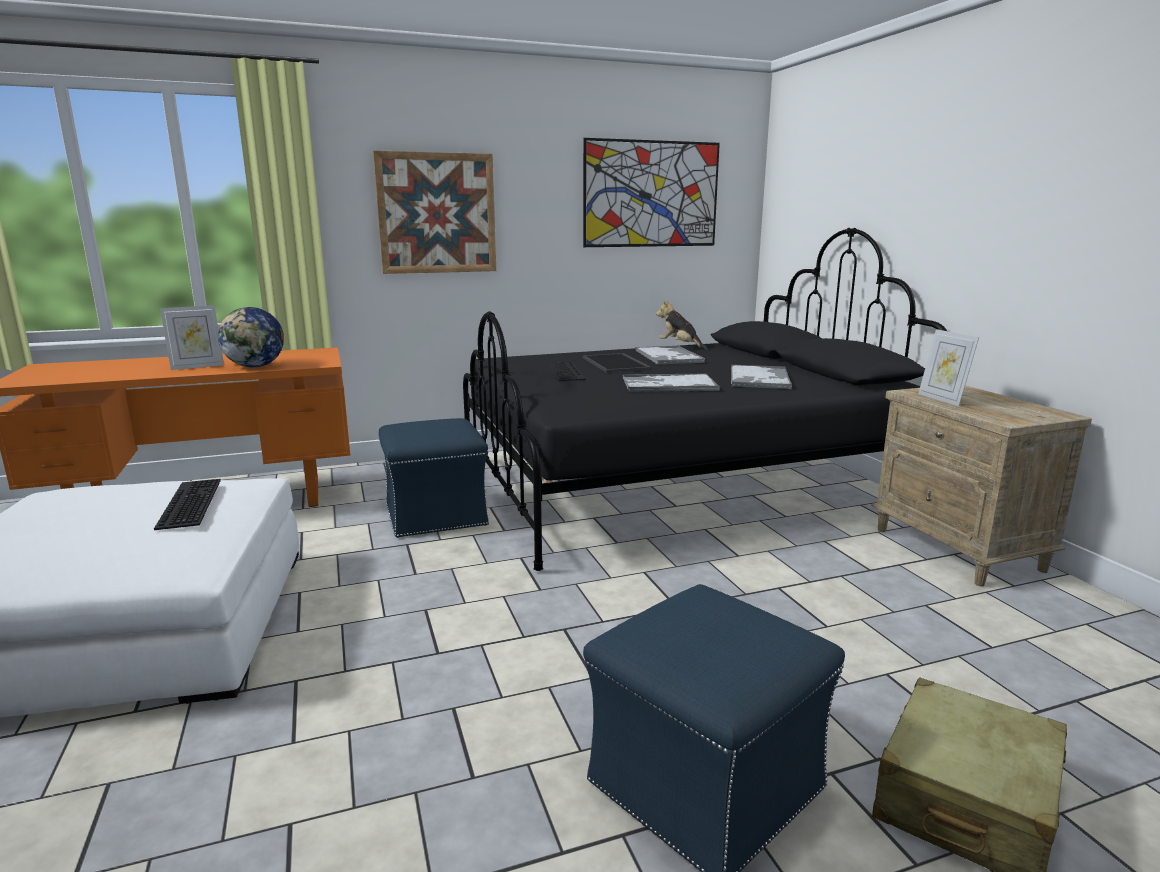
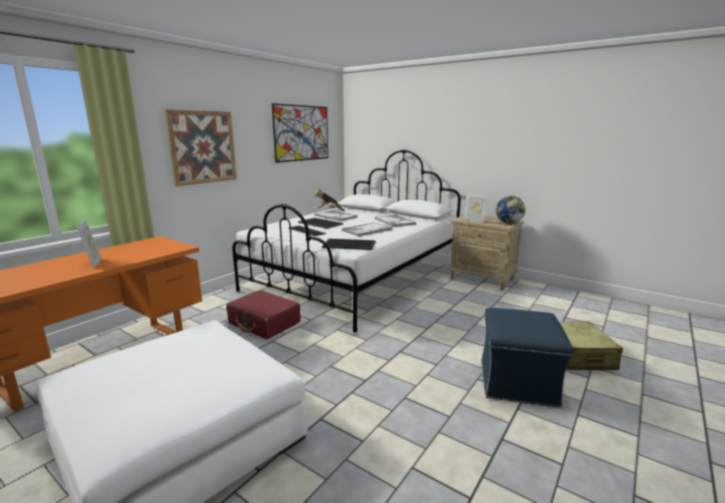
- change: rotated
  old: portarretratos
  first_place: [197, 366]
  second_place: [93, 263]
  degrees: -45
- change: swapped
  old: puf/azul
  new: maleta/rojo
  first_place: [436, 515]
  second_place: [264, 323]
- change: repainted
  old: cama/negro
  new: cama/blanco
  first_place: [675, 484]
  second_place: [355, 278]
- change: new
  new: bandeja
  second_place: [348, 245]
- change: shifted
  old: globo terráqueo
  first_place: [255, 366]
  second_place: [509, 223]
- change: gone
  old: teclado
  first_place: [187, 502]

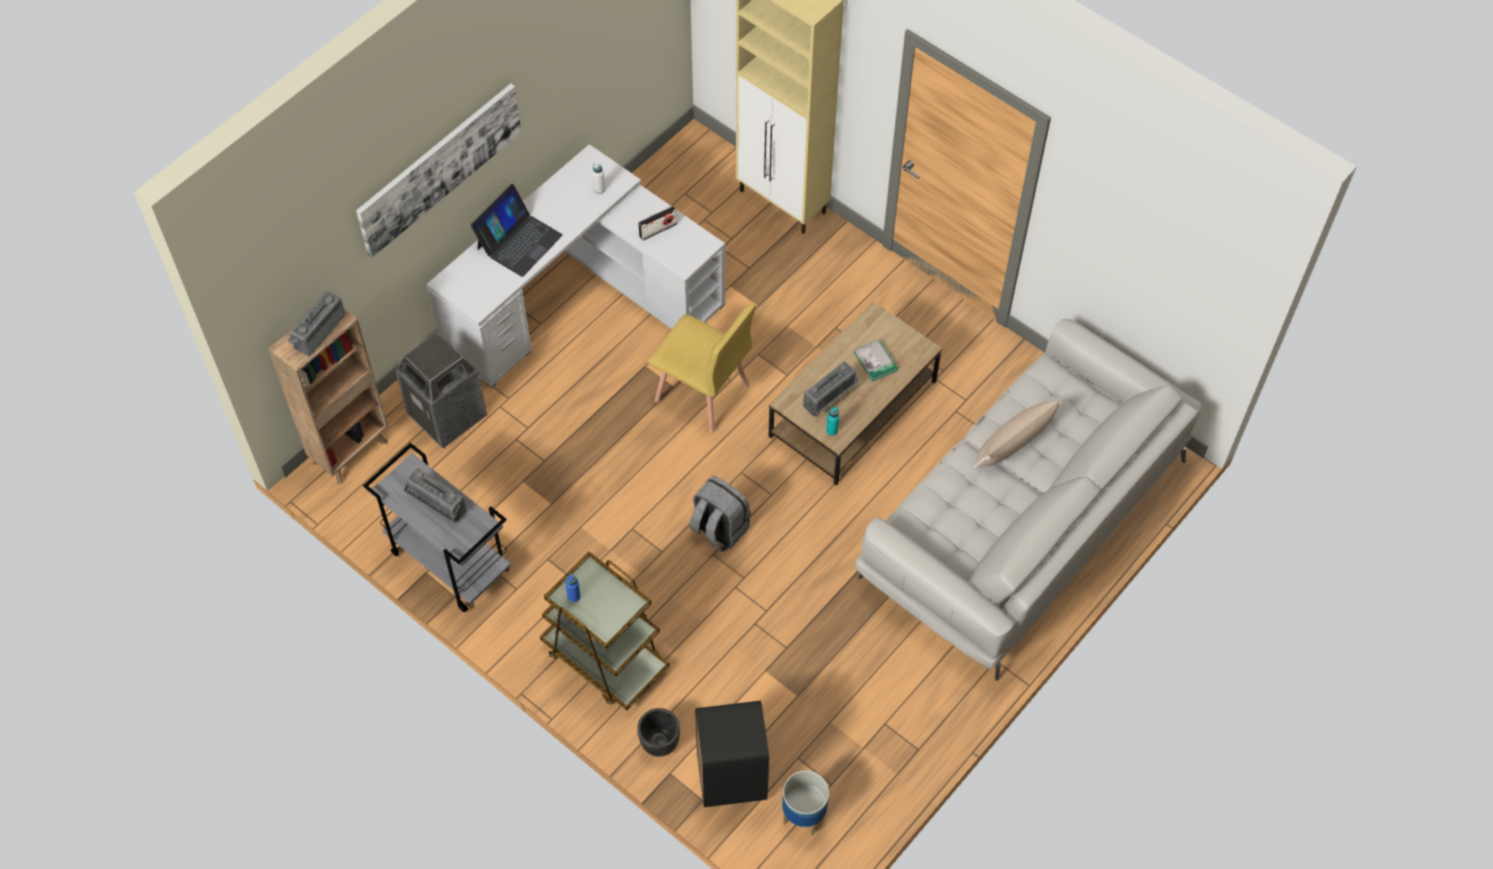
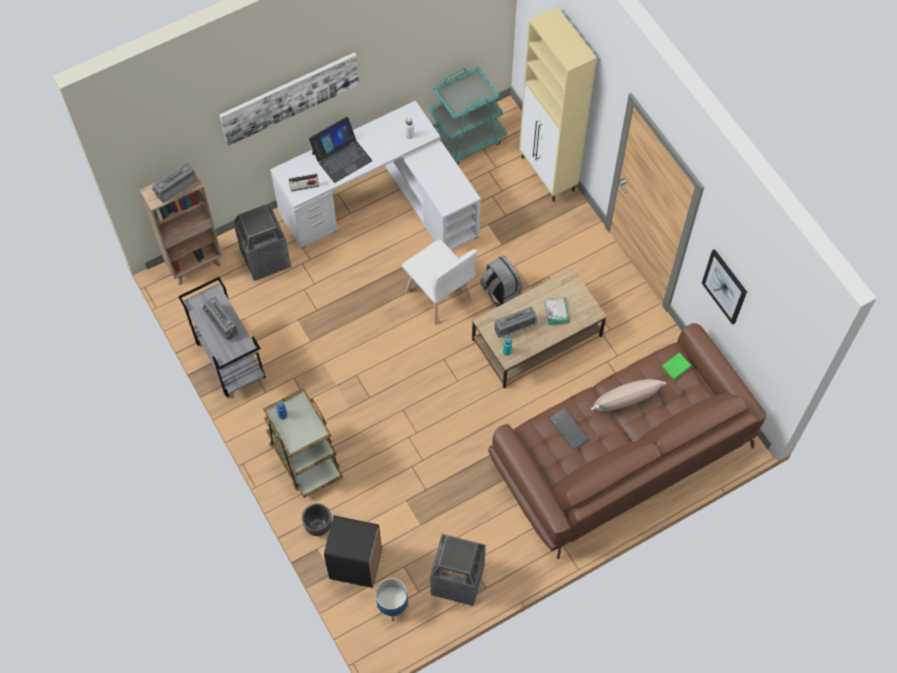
- change: shifted
  old: radio
  first_place: [658, 230]
  second_place: [304, 186]
- change: repainted
  old: silla/amarillo
  new: silla/blanco
  first_place: [702, 393]
  second_place: [439, 295]
- change: new
  new: carrito/turquesa
  second_place: [465, 140]
- change: new
  new: papelera
  second_place: [457, 580]
- change: shifted
  old: mochila/gris
  first_place: [719, 529]
  second_place: [500, 291]
- change: repainted
  old: sofá/blanco
  new: sofá/marrón
  first_place: [1021, 520]
  second_place: [621, 453]
- change: new
  new: teclado
  second_place: [569, 429]
- change: new
  new: libro/verde
  second_place: [675, 366]
- change: new
  new: cuadro
  second_place: [725, 286]

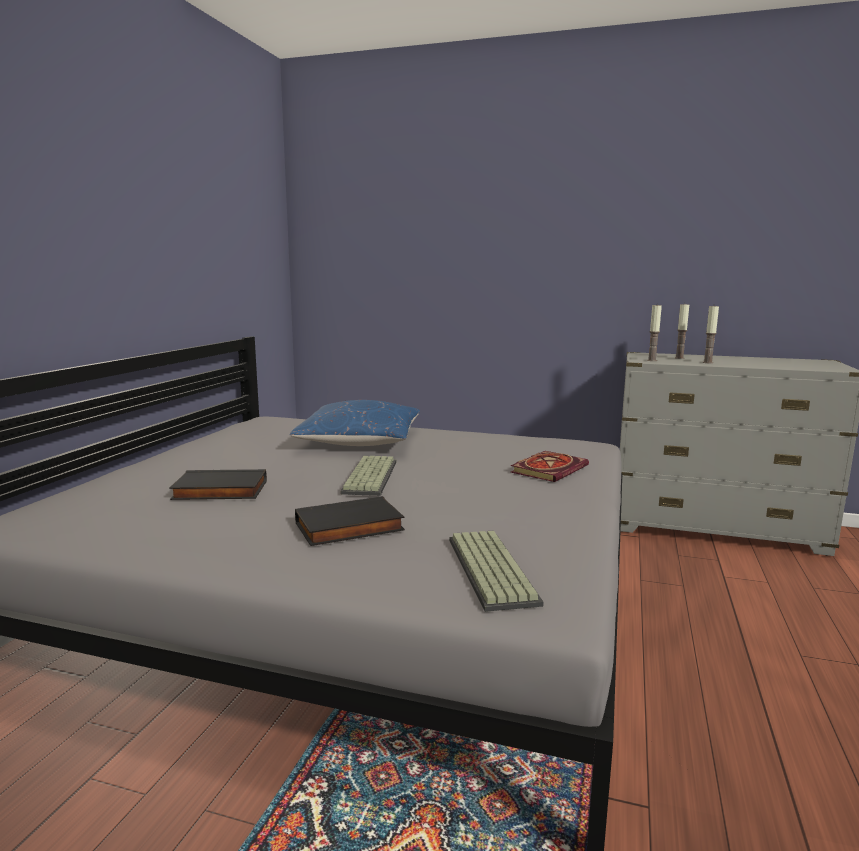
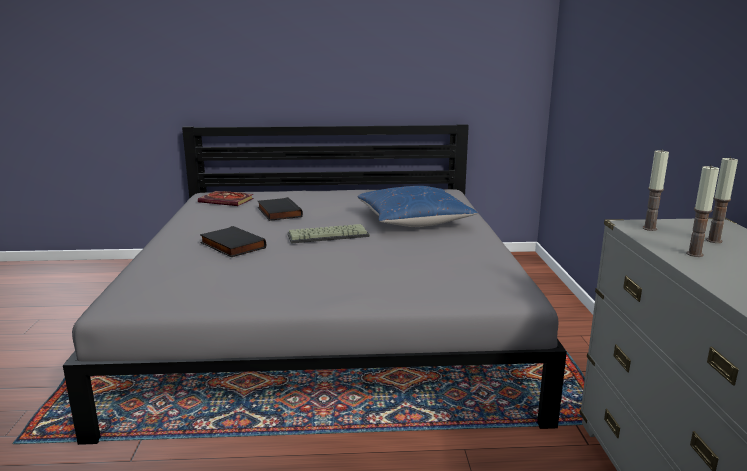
- change: shifted
  old: libro
  first_place: [549, 469]
  second_place: [228, 201]
- change: gone
  old: teclado
  first_place: [488, 569]

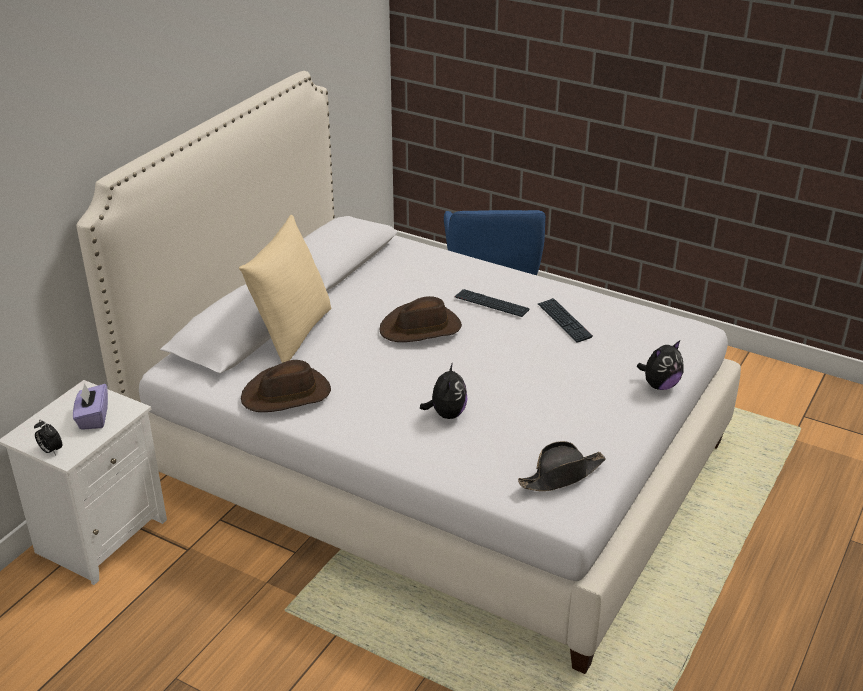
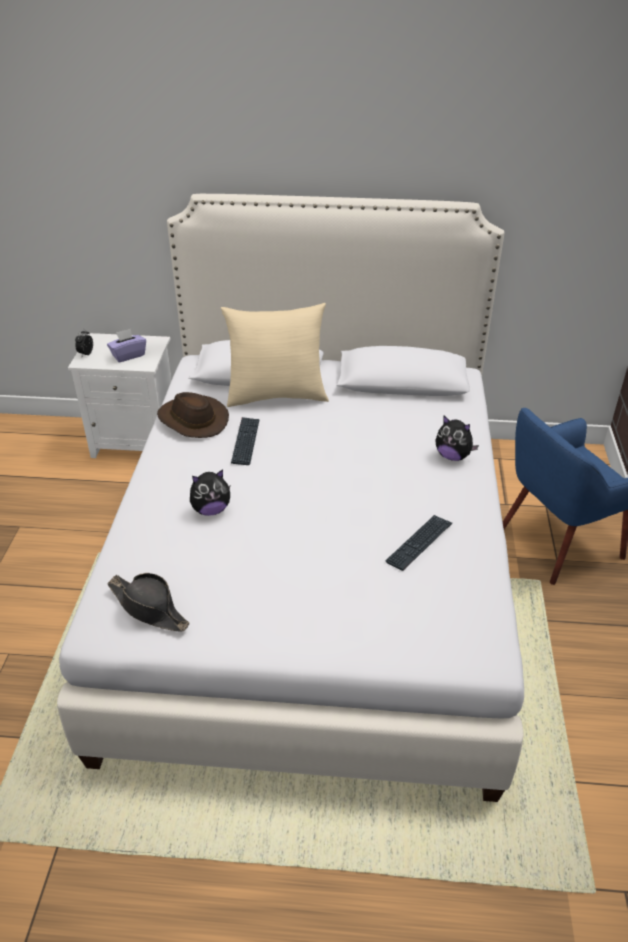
- change: shifted
  old: teclado
  first_place: [491, 304]
  second_place: [245, 441]
- change: shifted
  old: peluche
  first_place: [660, 385]
  second_place: [453, 456]
- change: gone
  old: sombrero/marrón
  first_place: [421, 328]

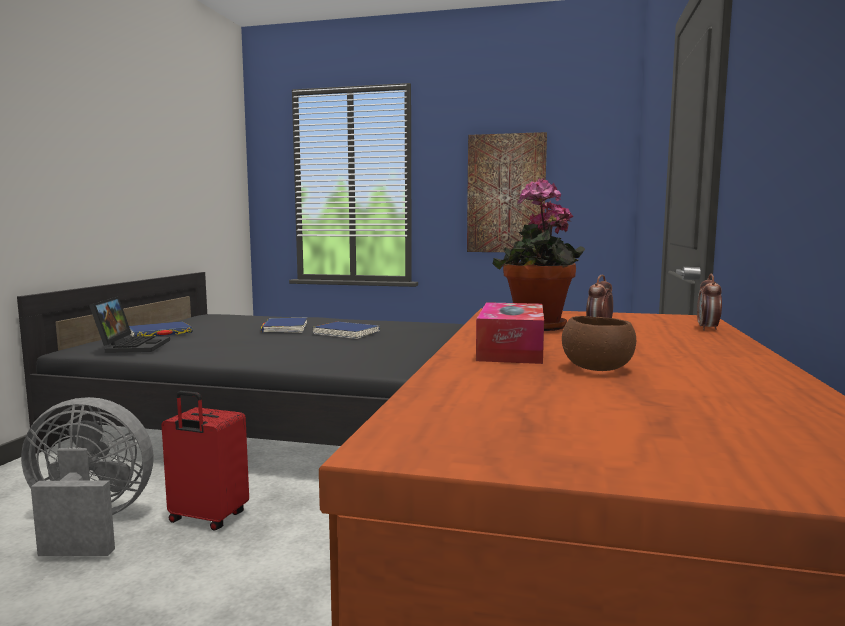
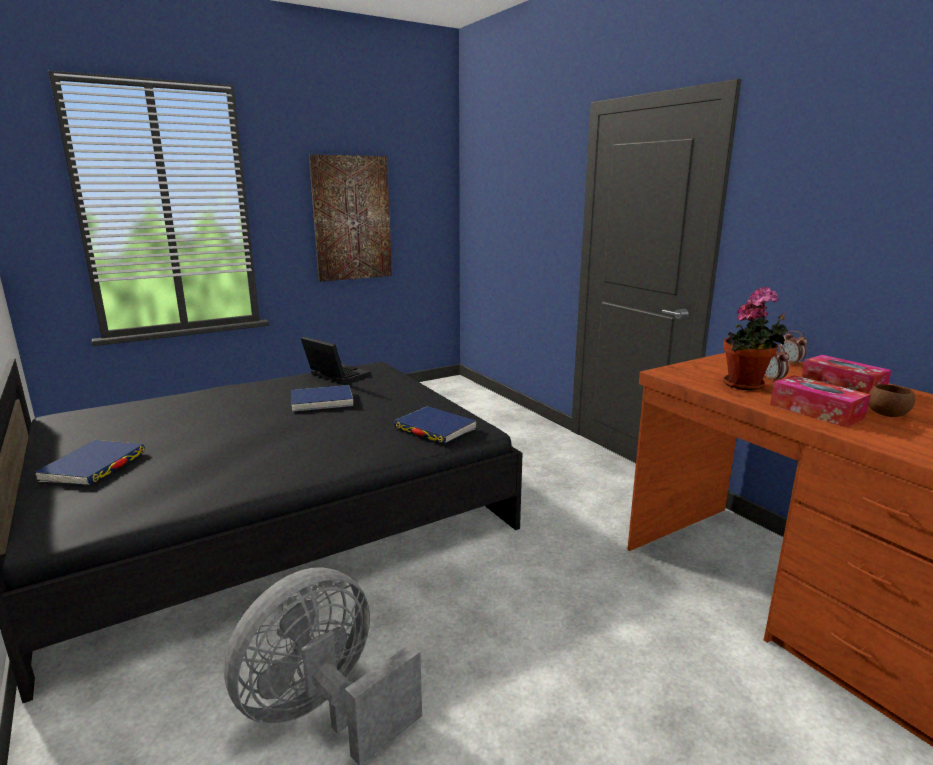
- change: shifted
  old: portátil
  first_place: [132, 346]
  second_place: [335, 375]
- change: shifted
  old: libro/azul
  first_place: [285, 328]
  second_place: [435, 428]
- change: new
  new: caja de pañuelos
  second_place: [842, 386]
- change: gone
  old: maleta/rojo
  first_place: [207, 518]

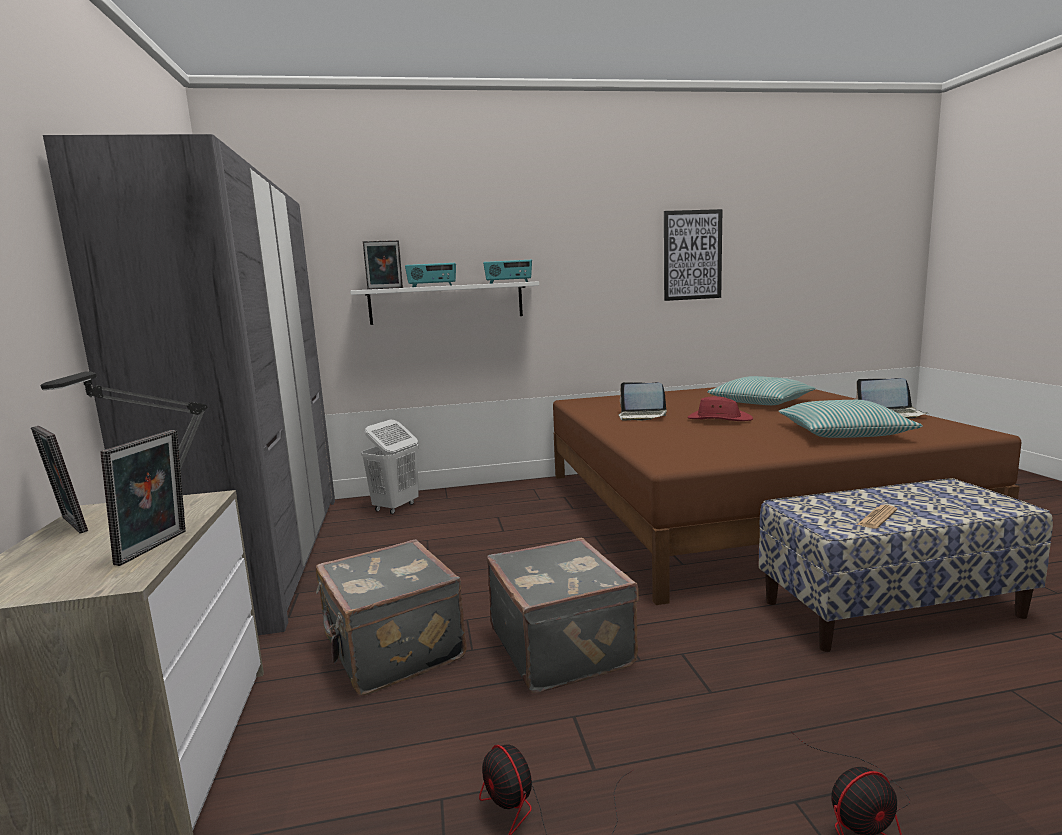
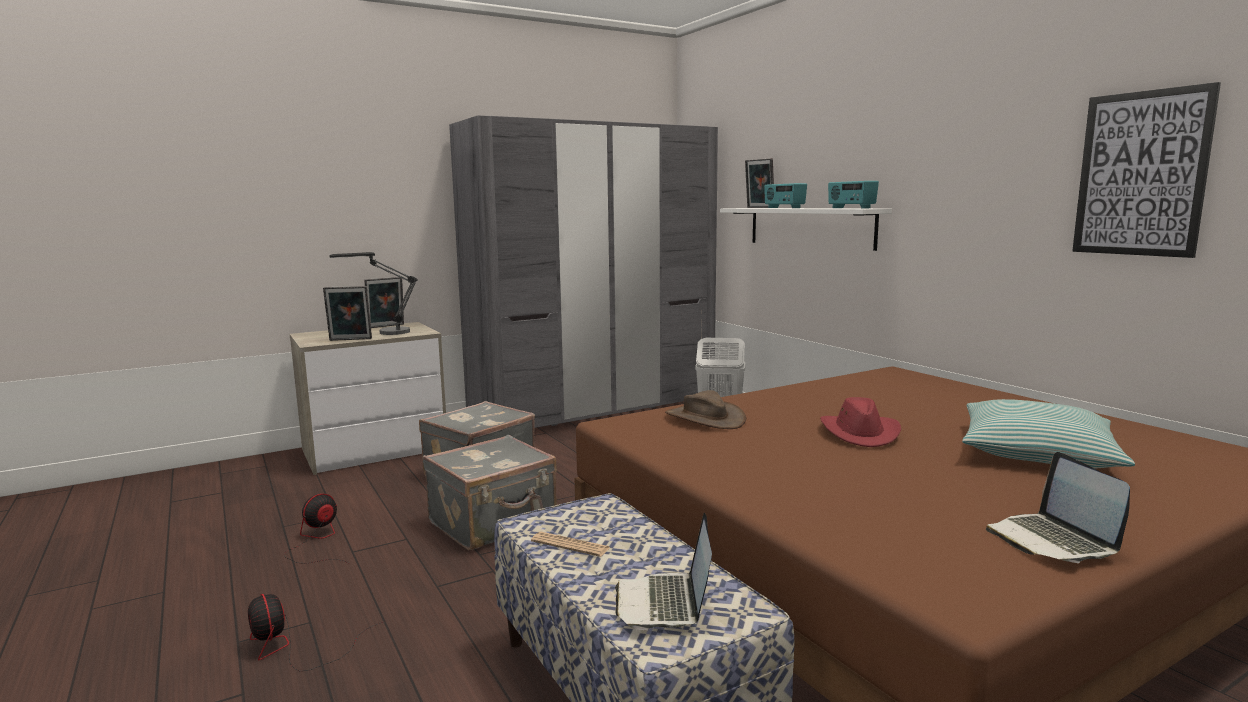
- change: rotated
  old: portarretratos
  first_place: [69, 525]
  second_place: [386, 326]
  degrees: -150
- change: shifted
  old: portátil
  first_place: [642, 416]
  second_place: [665, 603]
- change: new
  new: sombrero/marrón
  second_place: [704, 418]
- change: gone
  old: cojín
  first_place: [843, 433]

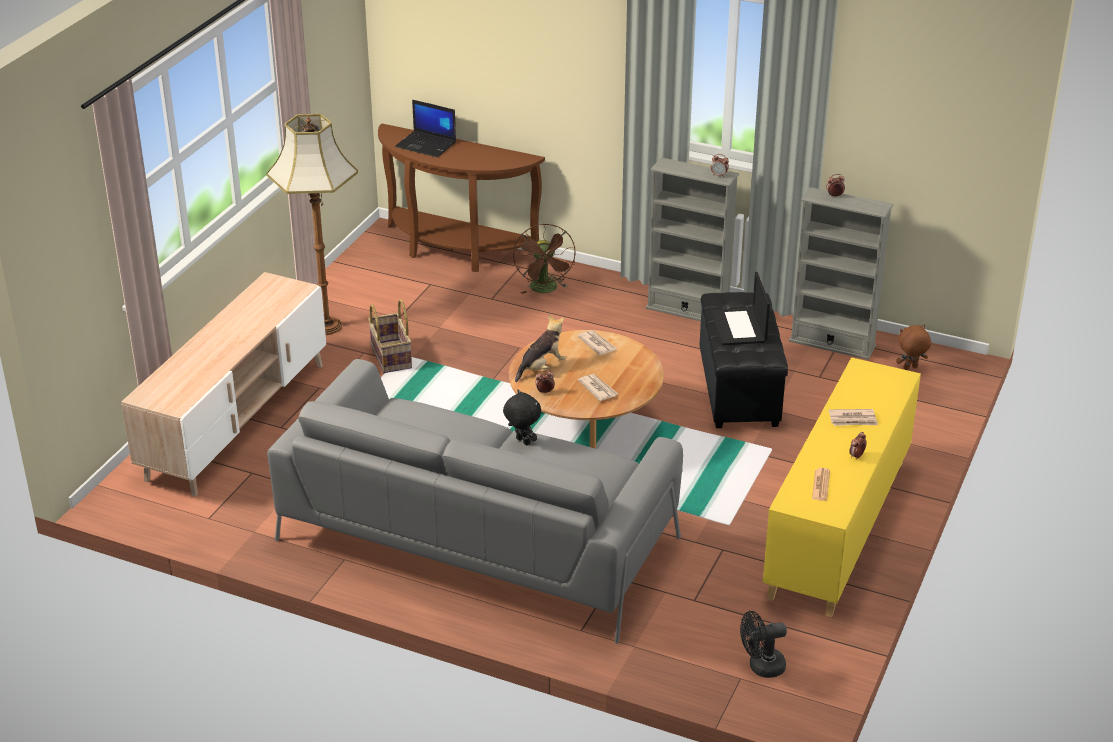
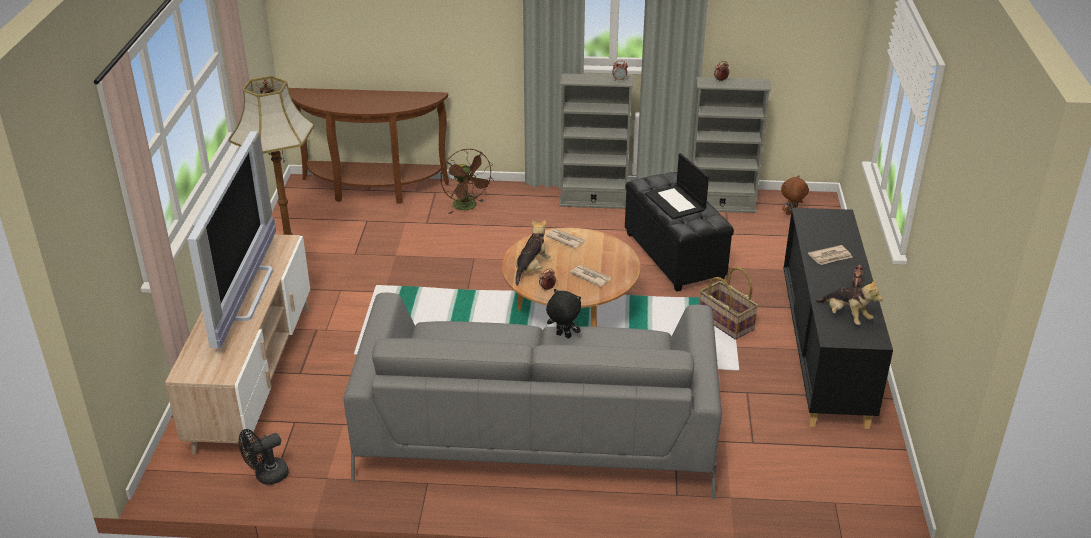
- change: new
  new: televisor
  second_place: [244, 293]
- change: shifted
  old: ventilador/negro
  first_place: [761, 667]
  second_place: [266, 476]
- change: shifted
  old: cesta
  first_place: [390, 357]
  second_place: [725, 323]
- change: repainted
  old: armario/amarillo
  new: armario/negro
  first_place: [838, 528]
  second_place: [824, 352]
- change: swapped
  old: periódico
  new: peluche
  first_place: [820, 485]
  second_place: [846, 316]
- change: gone
  old: portátil
  first_place: [427, 145]

